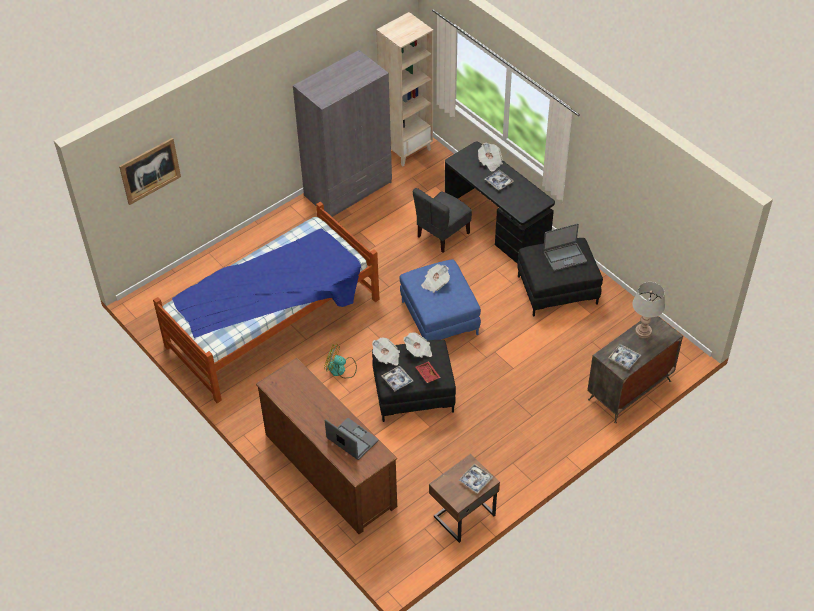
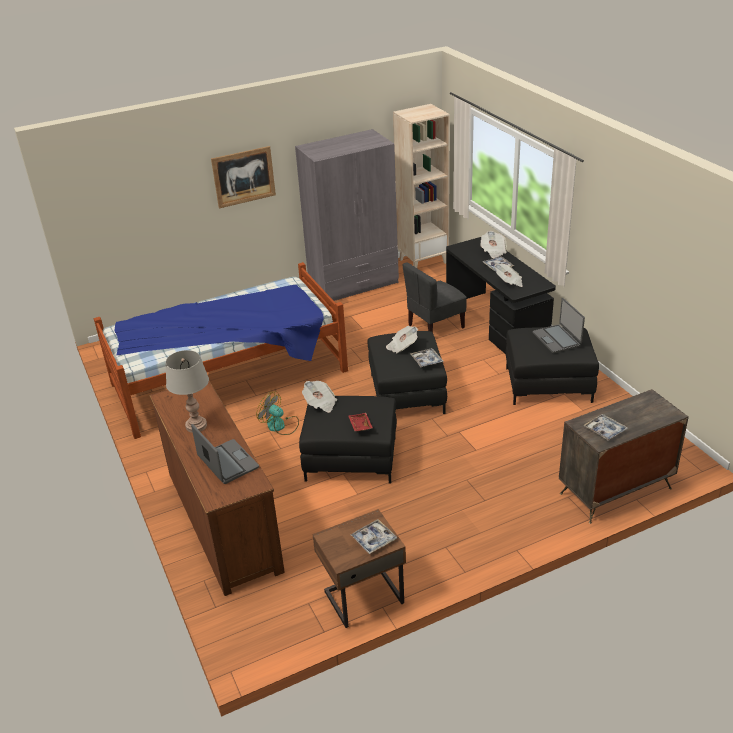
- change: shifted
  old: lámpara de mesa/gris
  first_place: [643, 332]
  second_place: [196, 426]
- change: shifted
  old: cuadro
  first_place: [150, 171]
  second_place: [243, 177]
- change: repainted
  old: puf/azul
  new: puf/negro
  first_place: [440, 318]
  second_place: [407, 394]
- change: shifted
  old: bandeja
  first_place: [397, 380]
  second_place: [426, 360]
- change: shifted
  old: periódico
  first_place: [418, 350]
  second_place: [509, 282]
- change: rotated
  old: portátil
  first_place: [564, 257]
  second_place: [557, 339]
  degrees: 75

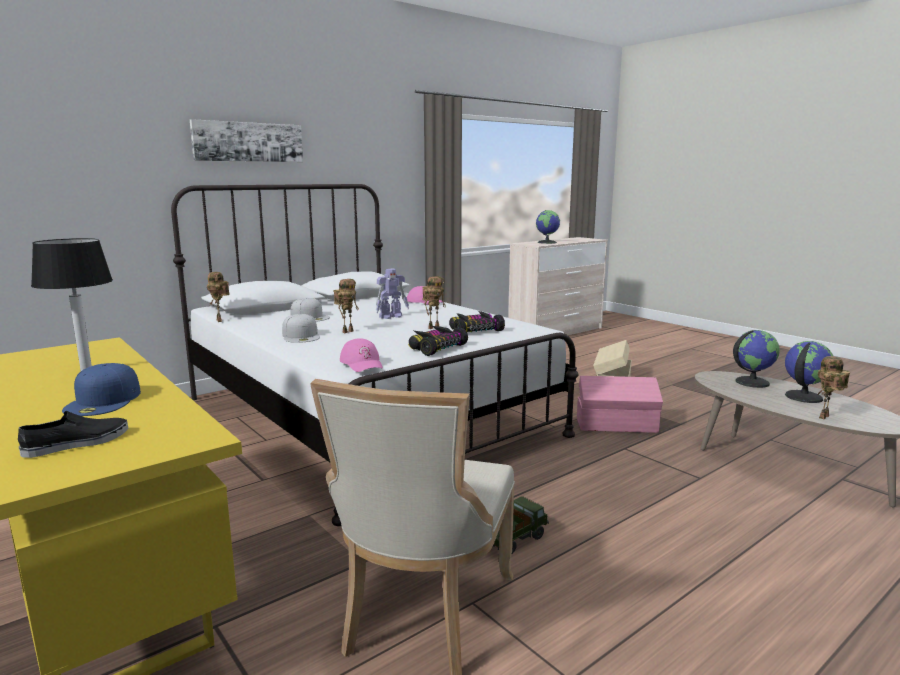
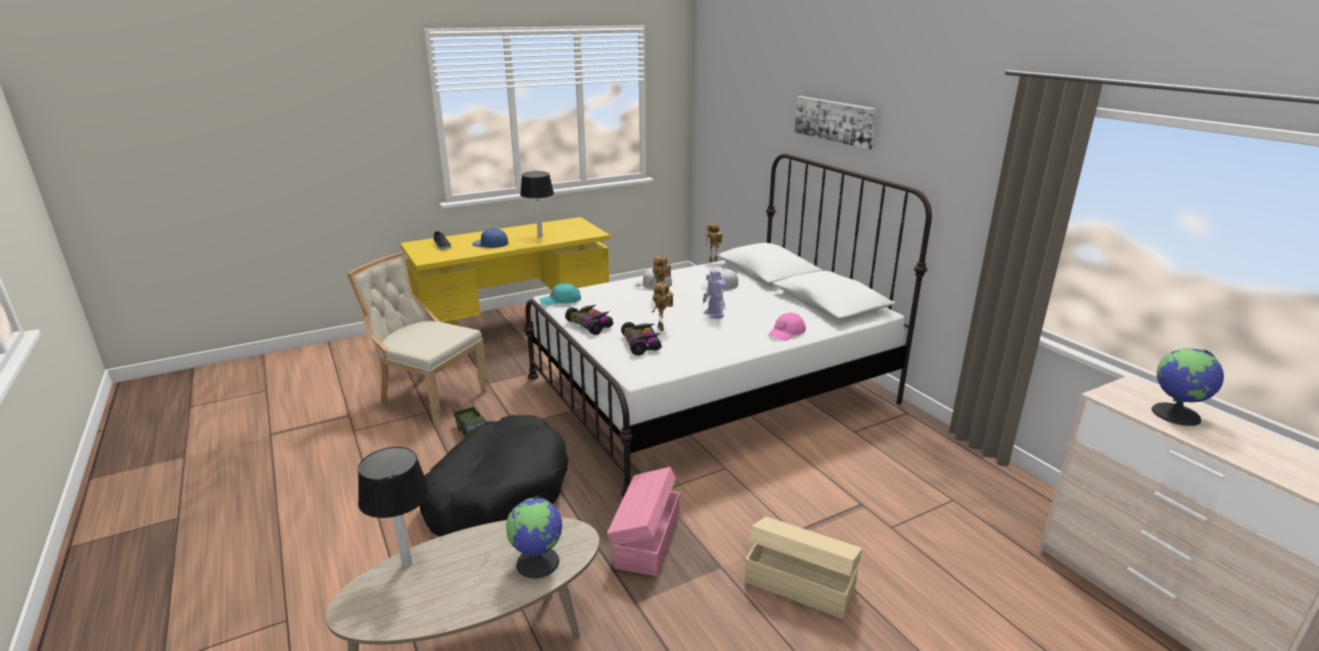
- change: swapped
  old: robot de juguete
  new: lámpara de mesa
  first_place: [825, 417]
  second_place: [406, 564]
- change: new
  new: cama para perro/negro
  second_place: [498, 492]
- change: repainted
  old: gorra/rosa
  new: gorra/turquesa
  first_place: [362, 363]
  second_place: [560, 300]
- change: gone
  old: globo terráqueo
  first_place: [803, 396]

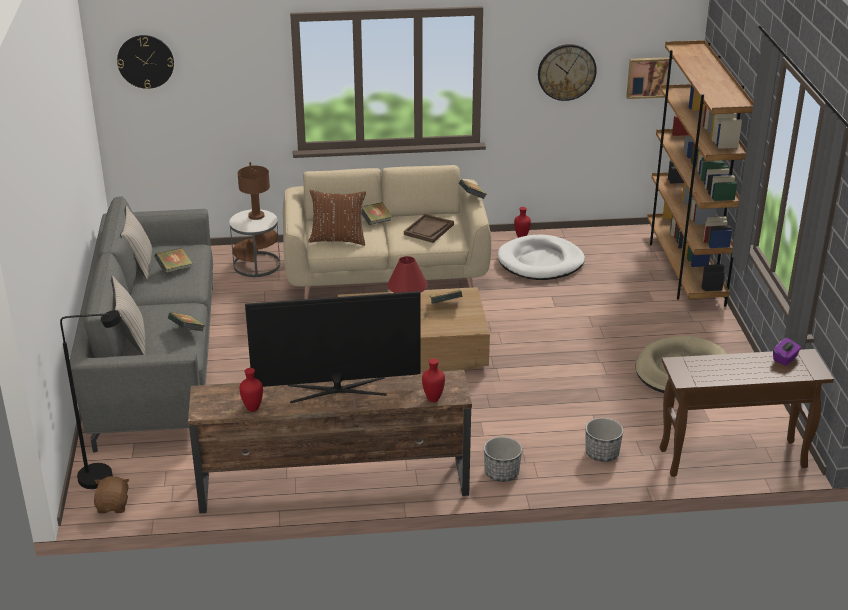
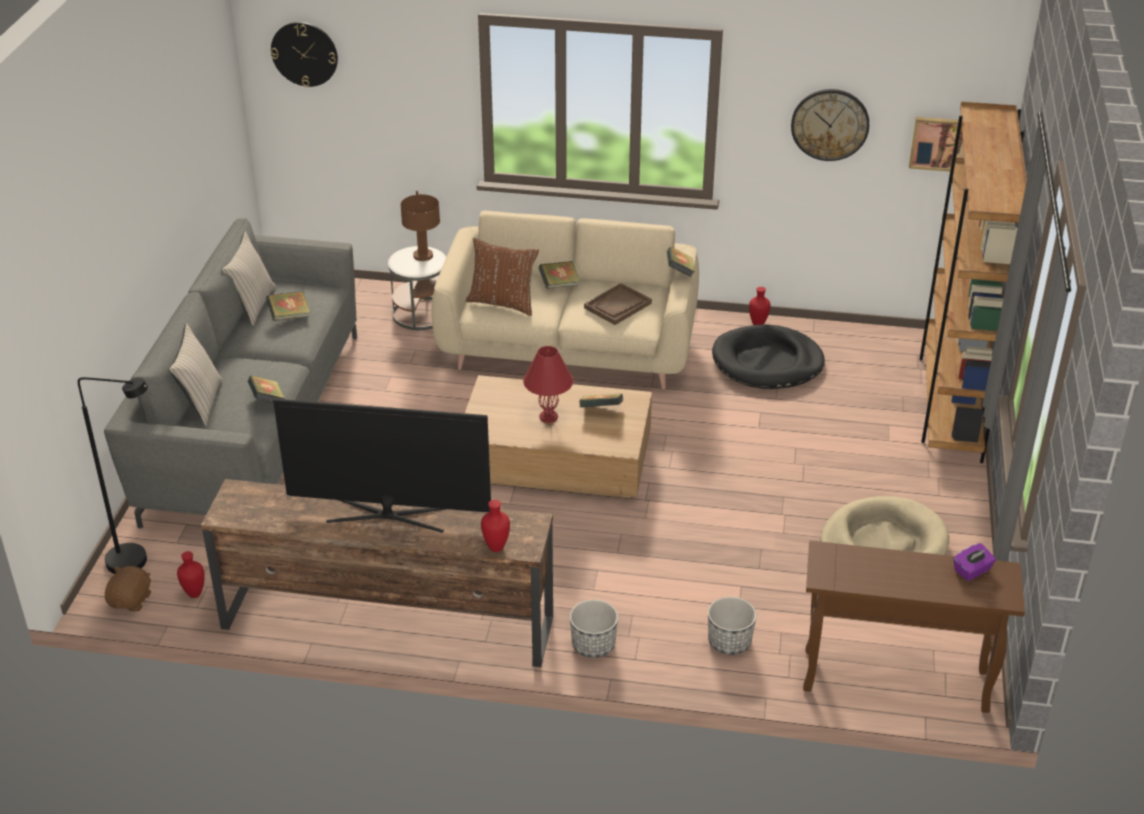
- change: shifted
  old: florero/rojo
  first_place: [252, 409]
  second_place: [193, 594]
- change: repainted
  old: cama para perro/blanco
  new: cama para perro/negro
  first_place: [540, 262]
  second_place: [767, 362]

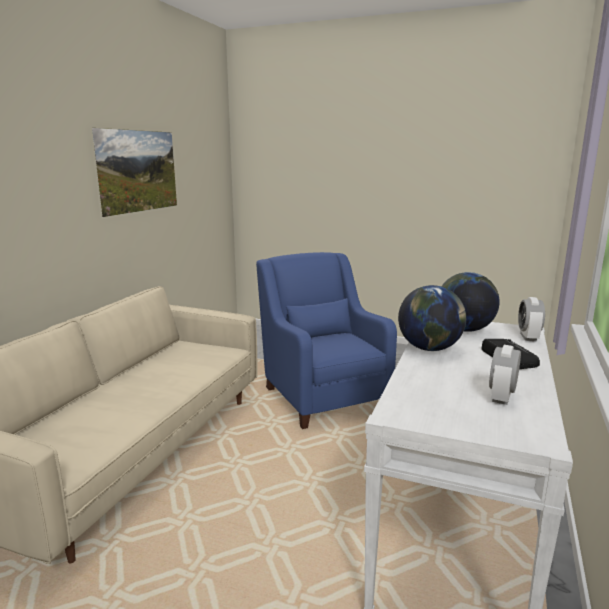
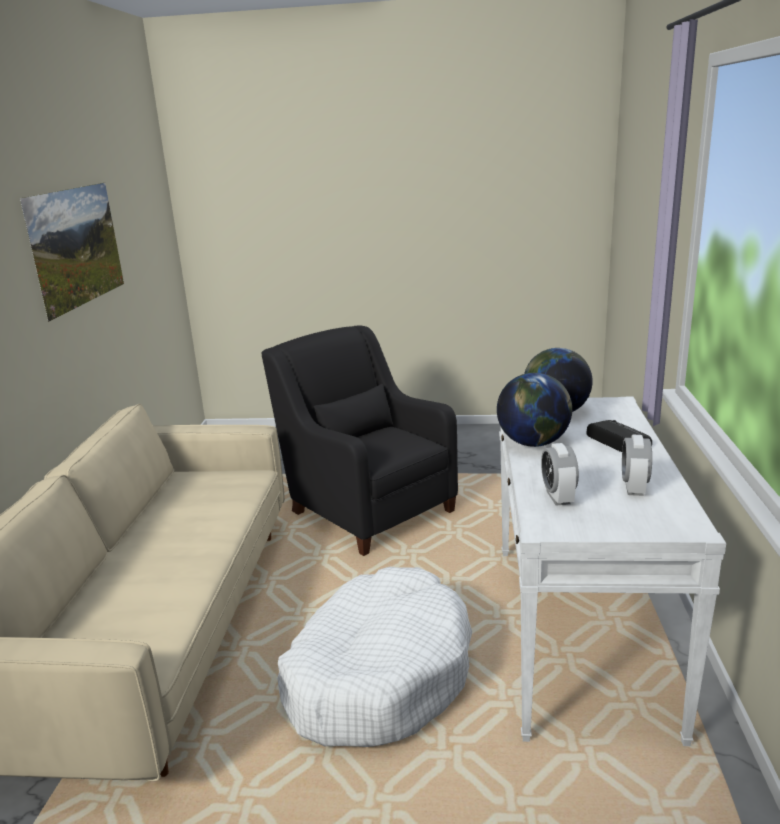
- change: repainted
  old: sillón/azul
  new: sillón/negro
  first_place: [322, 395]
  second_place: [367, 508]
- change: new
  new: cama para perro/blanco
  second_place: [378, 674]
- change: shifted
  old: despertador
  first_place: [528, 337]
  second_place: [558, 497]

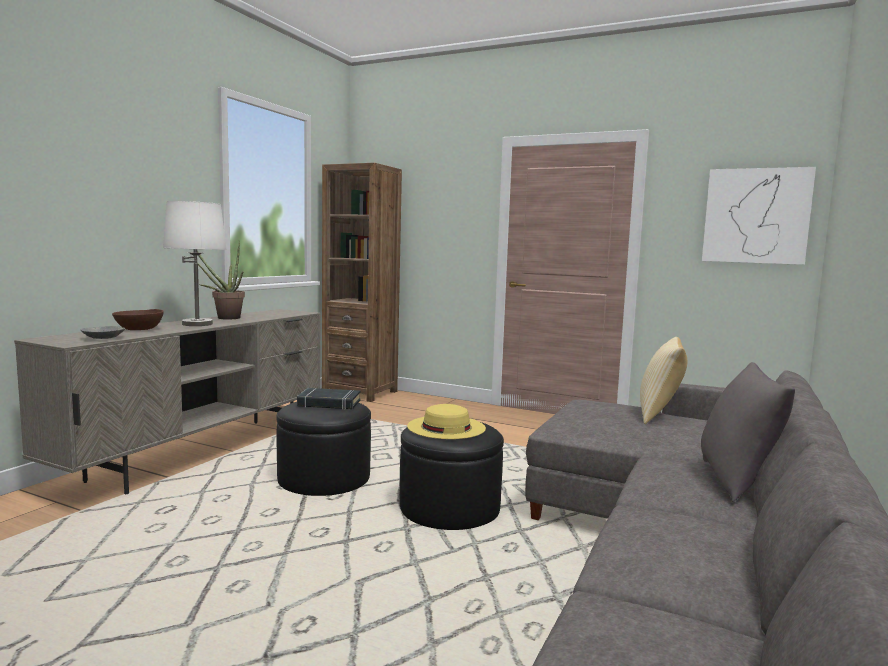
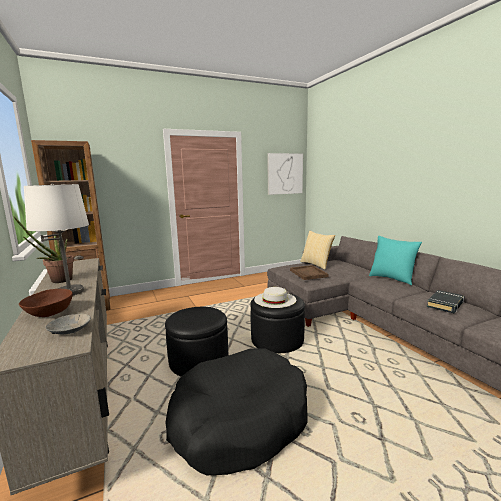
- change: new
  new: cama para perro/negro
  second_place: [239, 420]
- change: repainted
  old: sombrero/amarillo
  new: sombrero/blanco
  first_place: [446, 427]
  second_place: [275, 299]
- change: new
  new: bandeja/marrón
  second_place: [308, 273]
- change: repainted
  old: cojín/gris
  new: cojín/turquesa
  first_place: [737, 481]
  second_place: [392, 279]
- change: shifted
  old: libro/negro
  first_place: [329, 403]
  second_place: [445, 304]

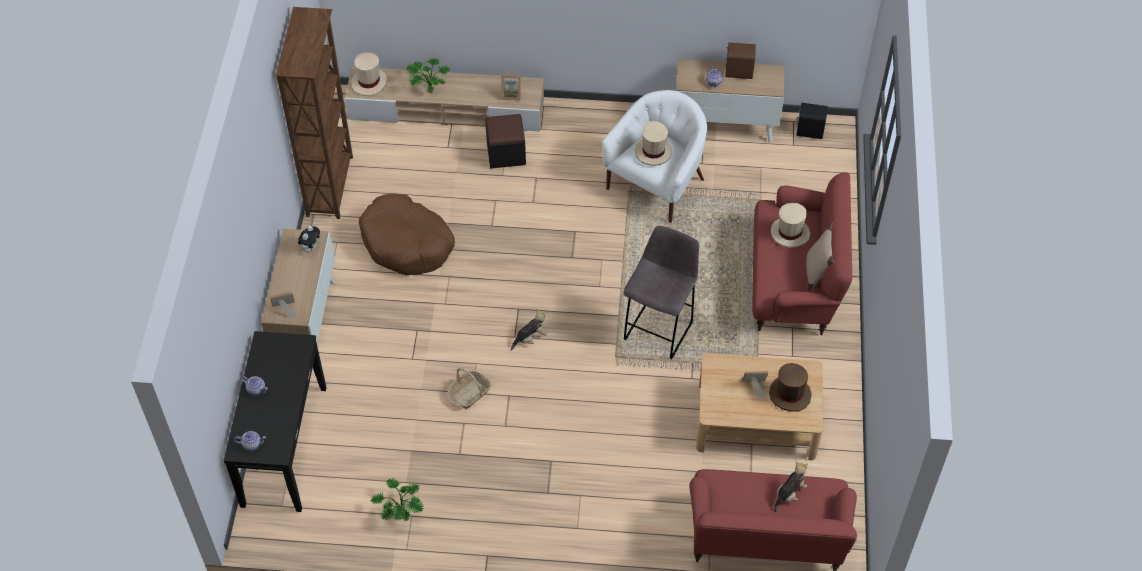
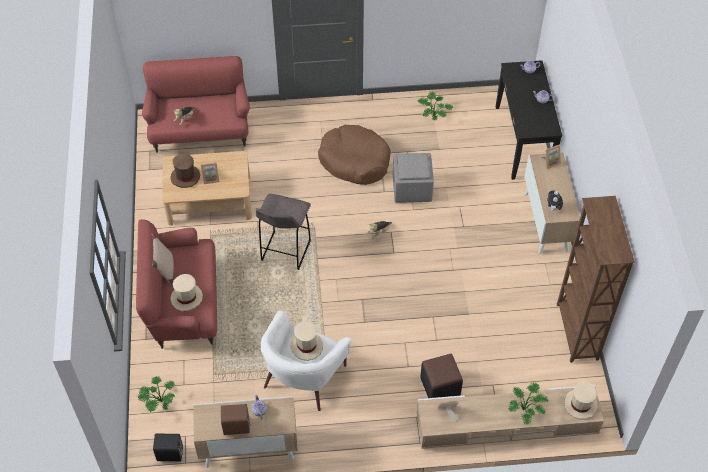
- change: new
  new: planta en maceta
  second_place: [158, 402]
- change: shifted
  old: cama para perro/marrón
  first_place: [407, 243]
  second_place: [354, 161]
- change: swapped
  old: cesta
  new: puf/gris
  first_place: [470, 393]
  second_place: [411, 189]

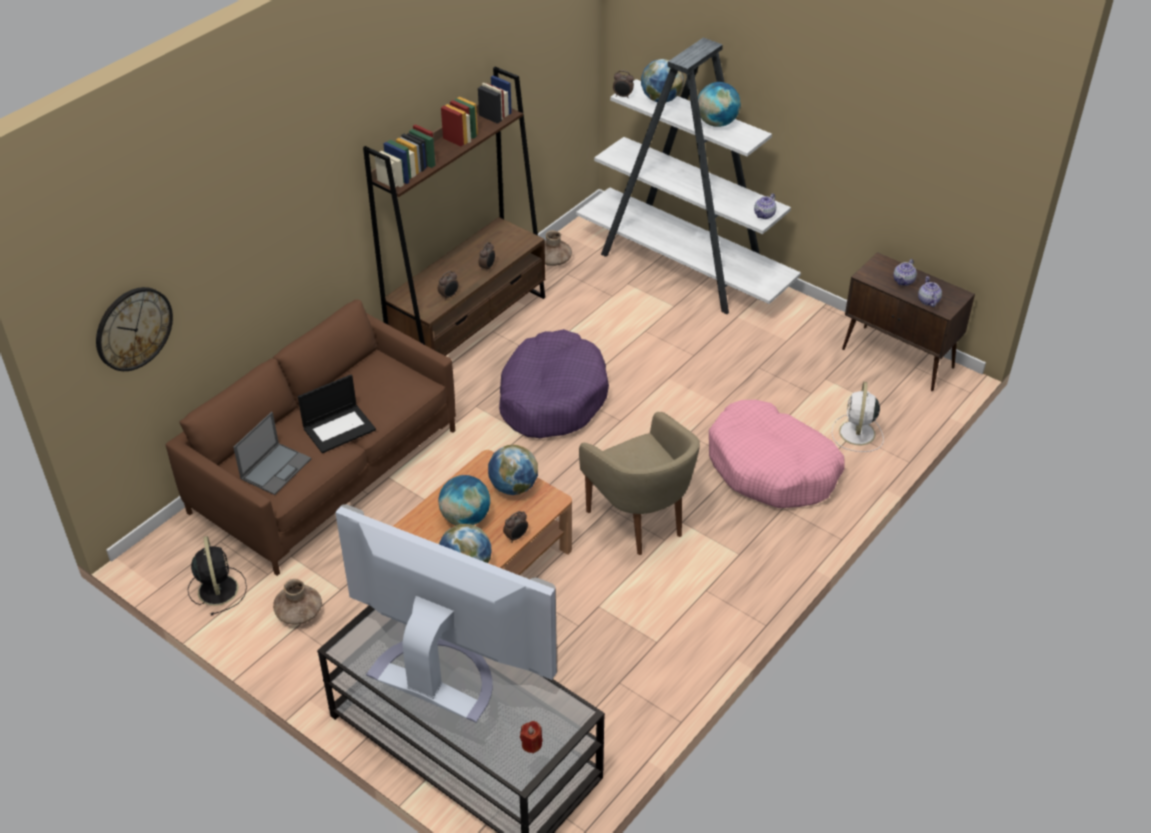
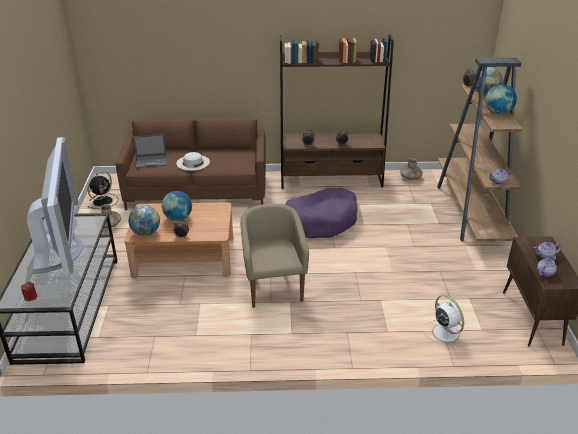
- change: swapped
  old: portátil
  new: sombrero/blanco
  first_place: [339, 428]
  second_place: [193, 162]
- change: rotated
  old: sillón/beis
  first_place: [640, 521]
  second_place: [273, 287]
  degrees: 150
- change: rotated
  old: ventilador/blanco
  first_place: [857, 434]
  second_place: [444, 332]
  degrees: 90
- change: repainted
  old: estantería/blanco
  new: estantería/marrón
  first_place: [684, 268]
  second_place: [471, 213]
- change: gone
  old: reloj de pared
  first_place: [133, 328]
- change: gone
  old: globo terráqueo
  first_place: [513, 487]
- change: gone
  old: cama para perro/rosa
  first_place: [772, 468]

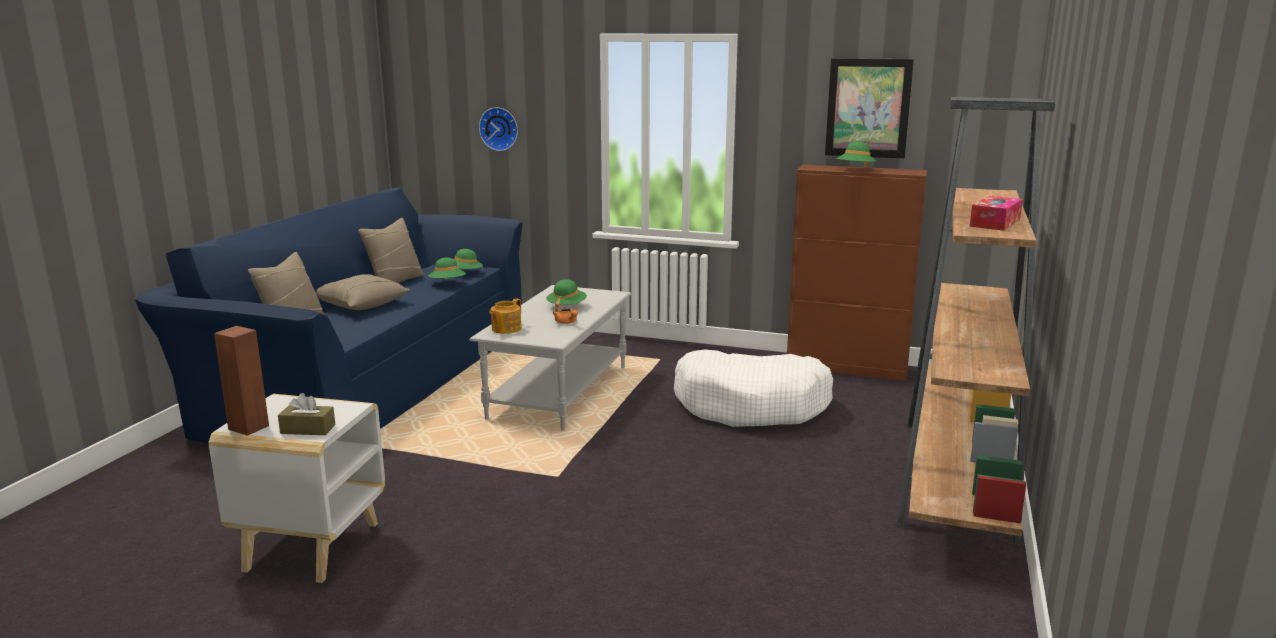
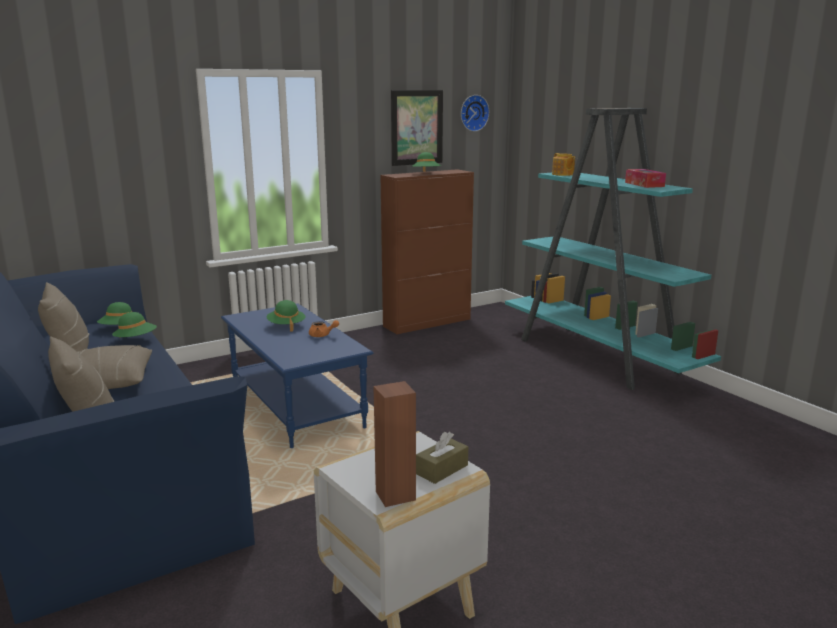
- change: repainted
  old: mesa de centro/gris
  new: mesa de centro/azul
  first_place: [558, 392]
  second_place: [295, 406]
- change: shifted
  old: reloj de pared
  first_place: [499, 128]
  second_place: [473, 113]
- change: repainted
  old: estantería/marrón
  new: estantería/turquesa
  first_place: [957, 478]
  second_place: [598, 357]
- change: shifted
  old: tetera
  first_place: [505, 329]
  second_place: [563, 174]
- change: gone
  old: cama para perro/blanco
  first_place: [752, 405]

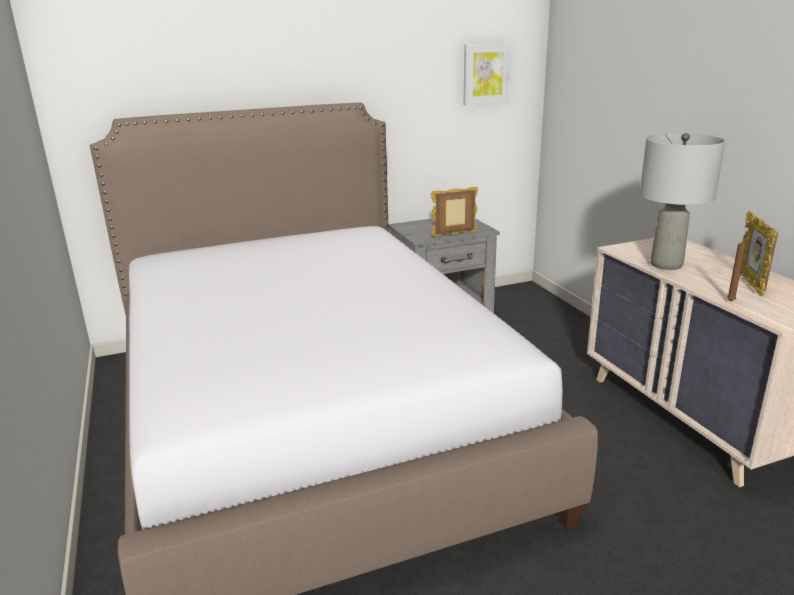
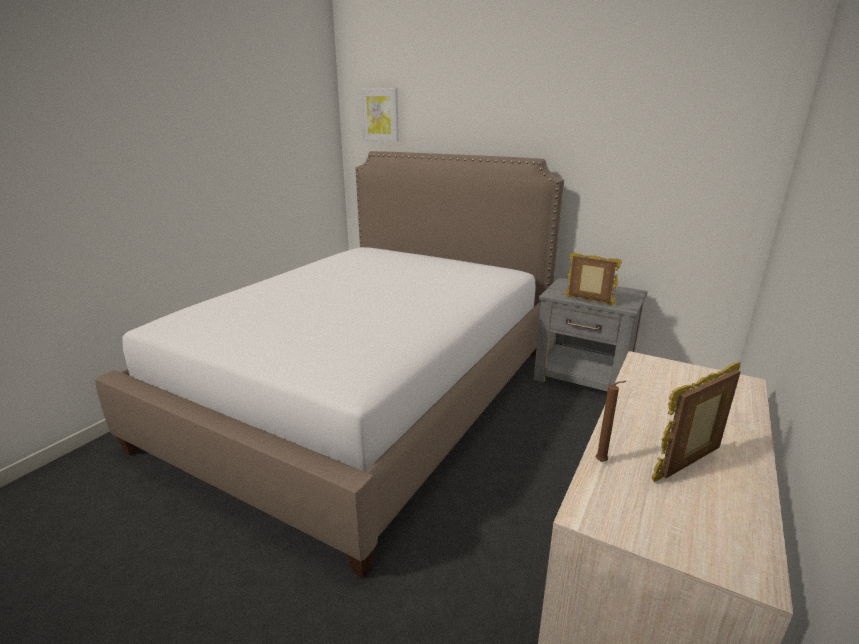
- change: shifted
  old: cuadro
  first_place: [486, 74]
  second_place: [380, 115]
- change: gone
  old: lámpara de mesa/gris
  first_place: [665, 265]

